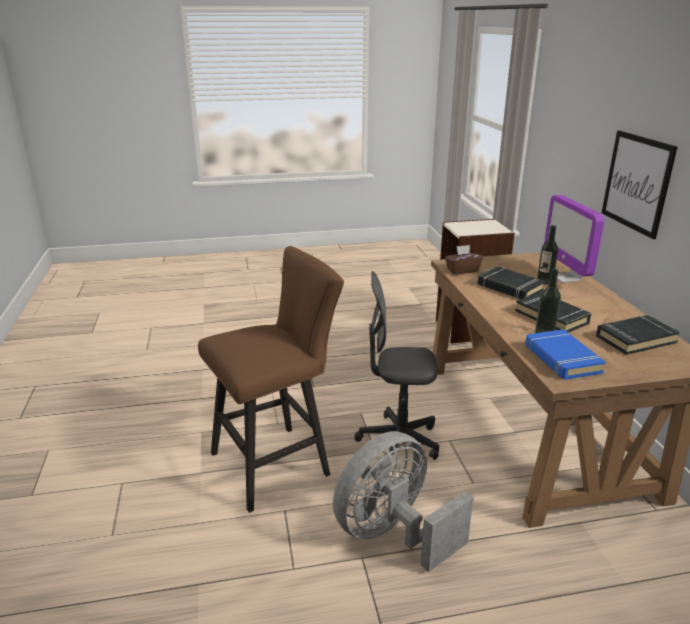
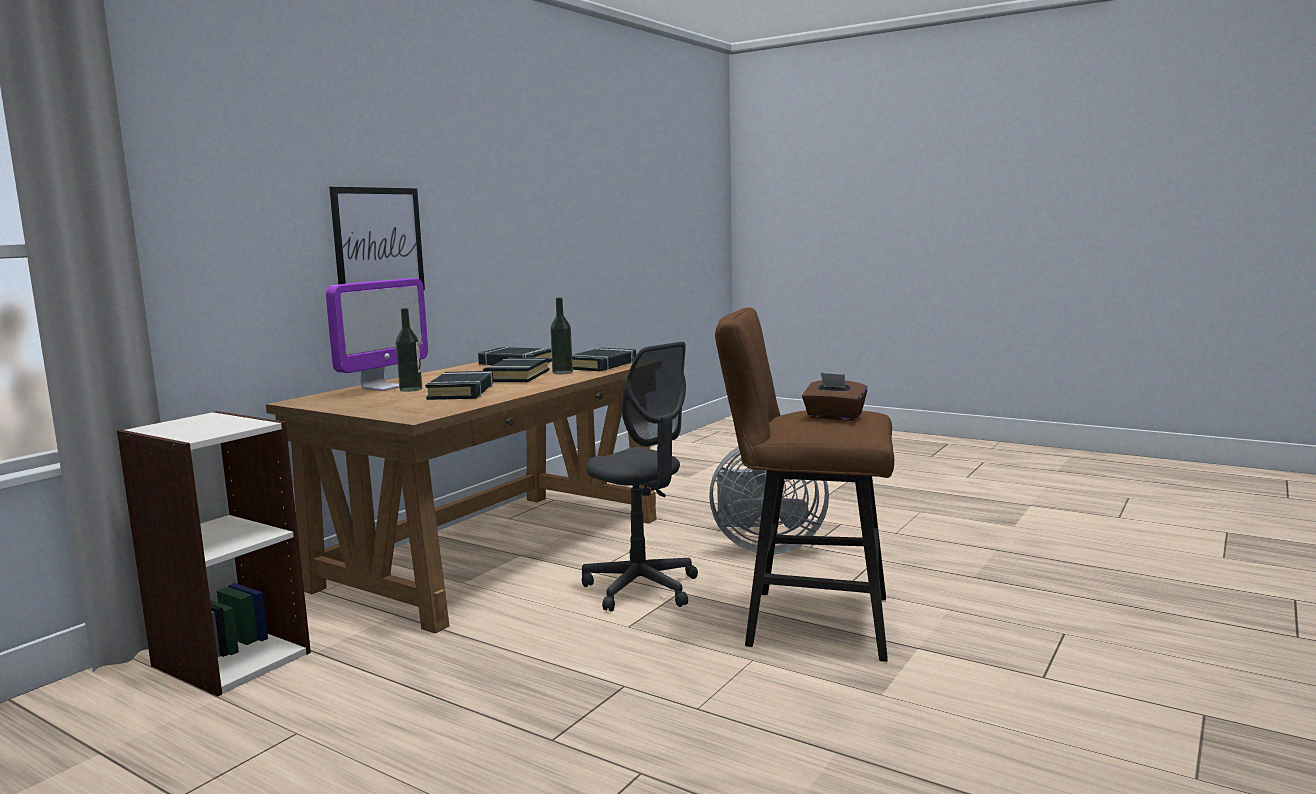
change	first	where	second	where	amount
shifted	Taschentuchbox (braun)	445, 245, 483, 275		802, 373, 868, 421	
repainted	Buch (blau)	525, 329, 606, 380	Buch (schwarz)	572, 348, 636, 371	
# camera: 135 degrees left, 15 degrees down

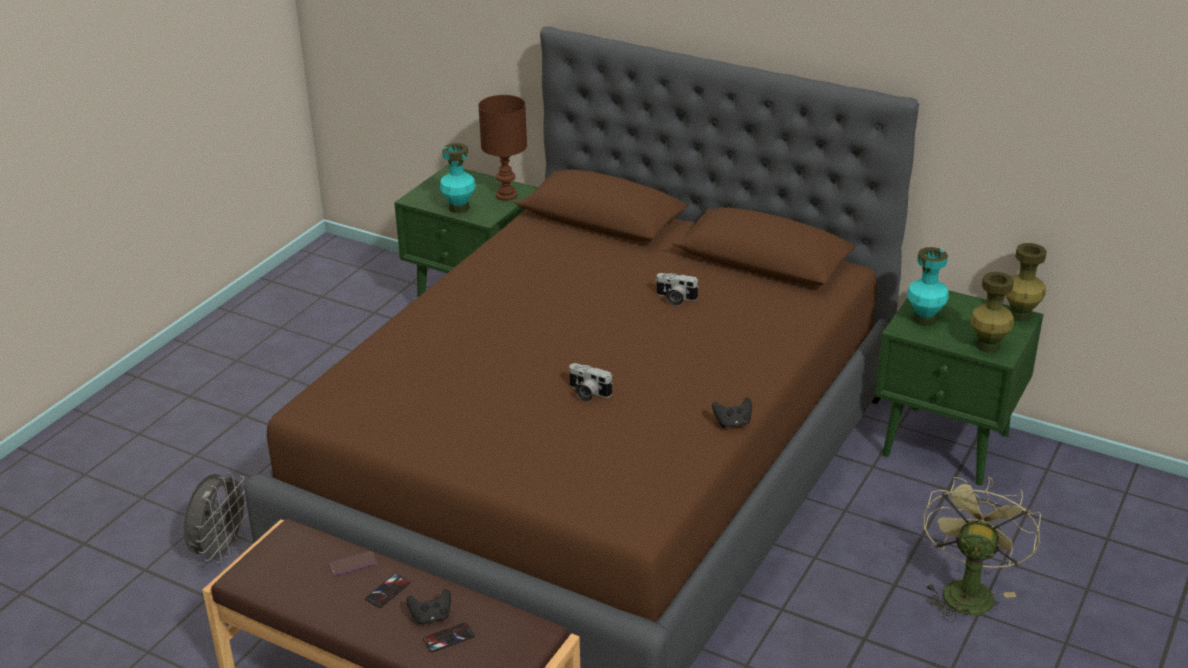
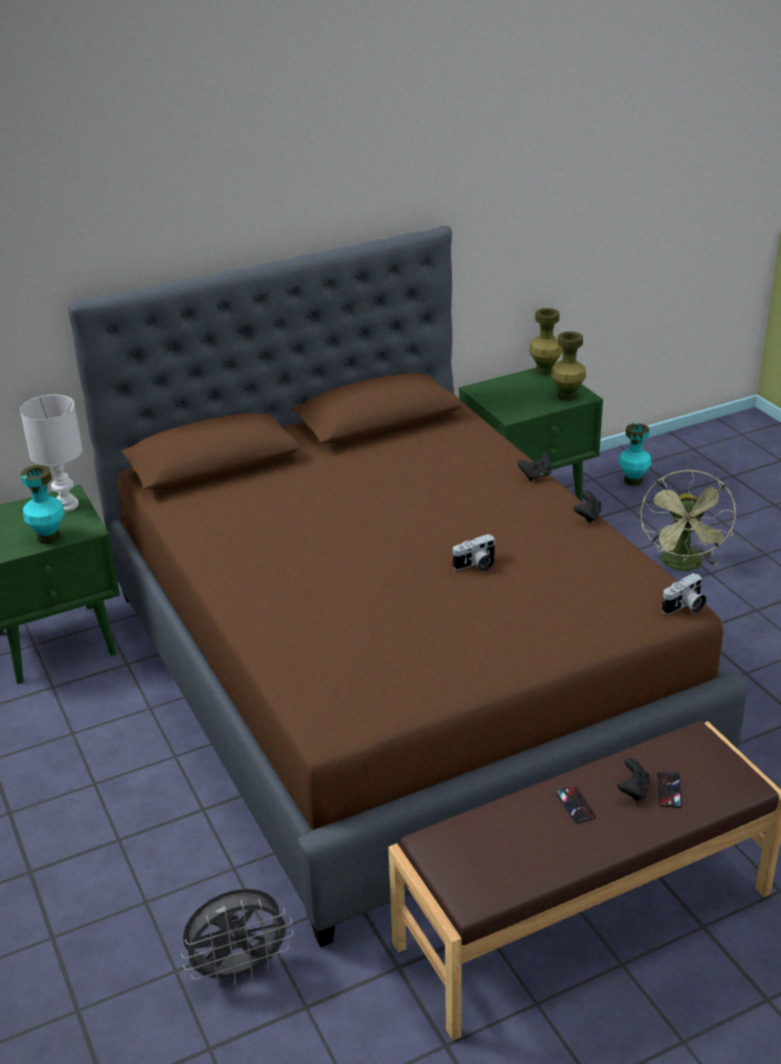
change	first	where	second	where	amount
gone	Handy	329, 551, 377, 576			
new			Gamepad (schwarz)	518, 453, 552, 481	
shifted	Kamera	655, 273, 699, 306		661, 573, 706, 614	
shifted	Vase (türkis)	907, 247, 949, 326		618, 423, 651, 486	
repainted	Tischlampe (braun)	478, 95, 527, 201	Tischlampe (weiß)	20, 395, 82, 512	
rotated	Ventilator (grau)	183, 472, 248, 563		181, 889, 294, 987	105 degrees clockwise
rotated	Ventilator (grün)	923, 476, 1041, 622		640, 470, 736, 571	135 degrees counterclockwise
# camera: 55 degrees left, 0 degrees up

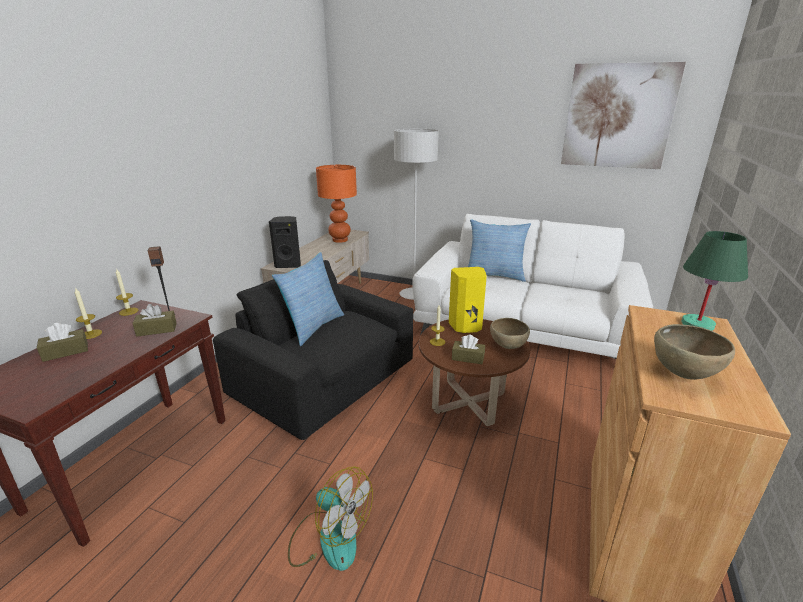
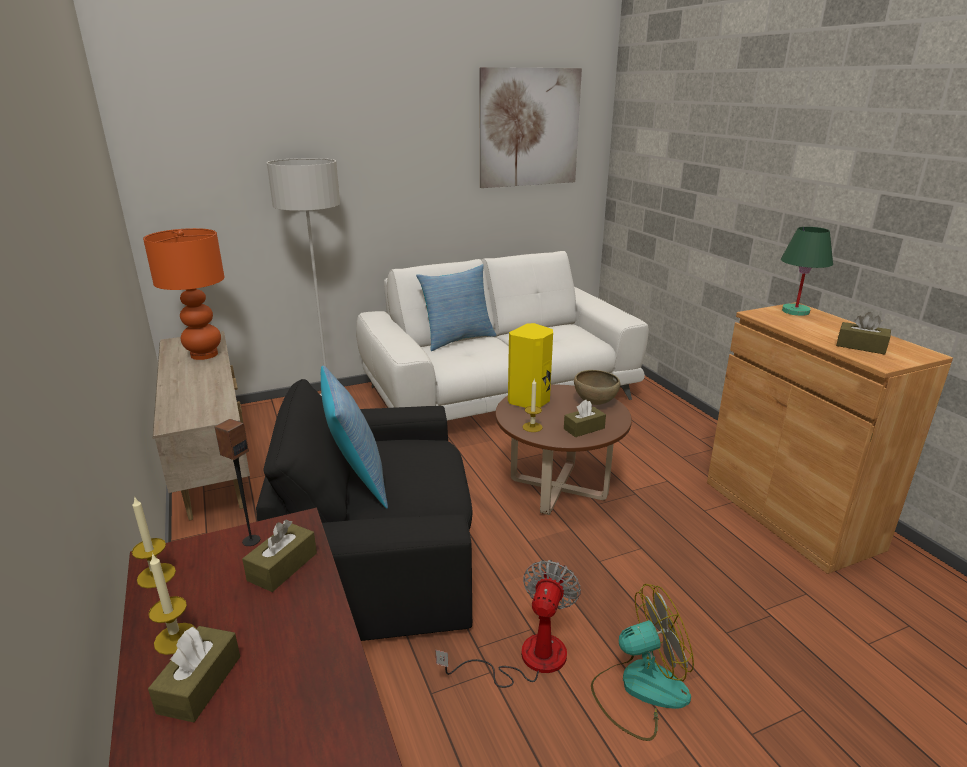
change	first	where	second	where	amount
gone	Lautsprecher (schwarz)	269, 216, 301, 268			
new			Ventilator	436, 560, 581, 688	
swapped	Schüssel (braun)	654, 324, 735, 380	Taschentuchbox (braun)	836, 312, 891, 354	
# camera: 45 degrees left, 0 degrees up

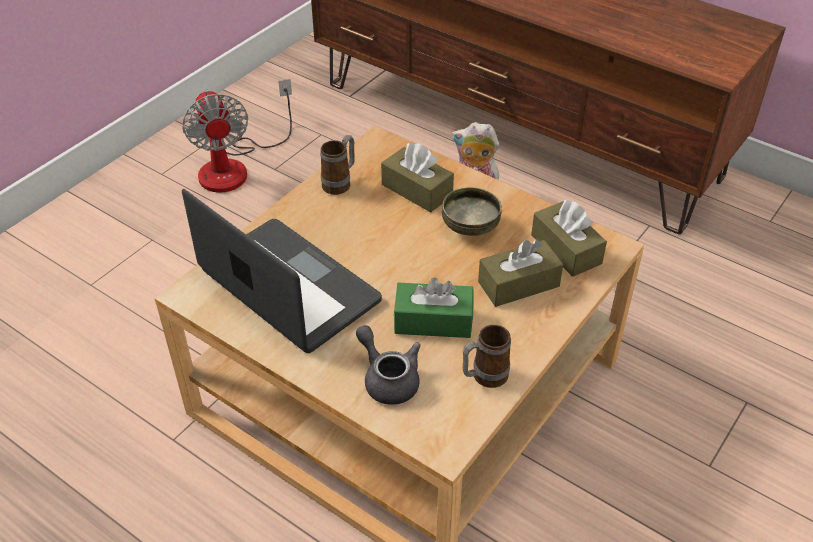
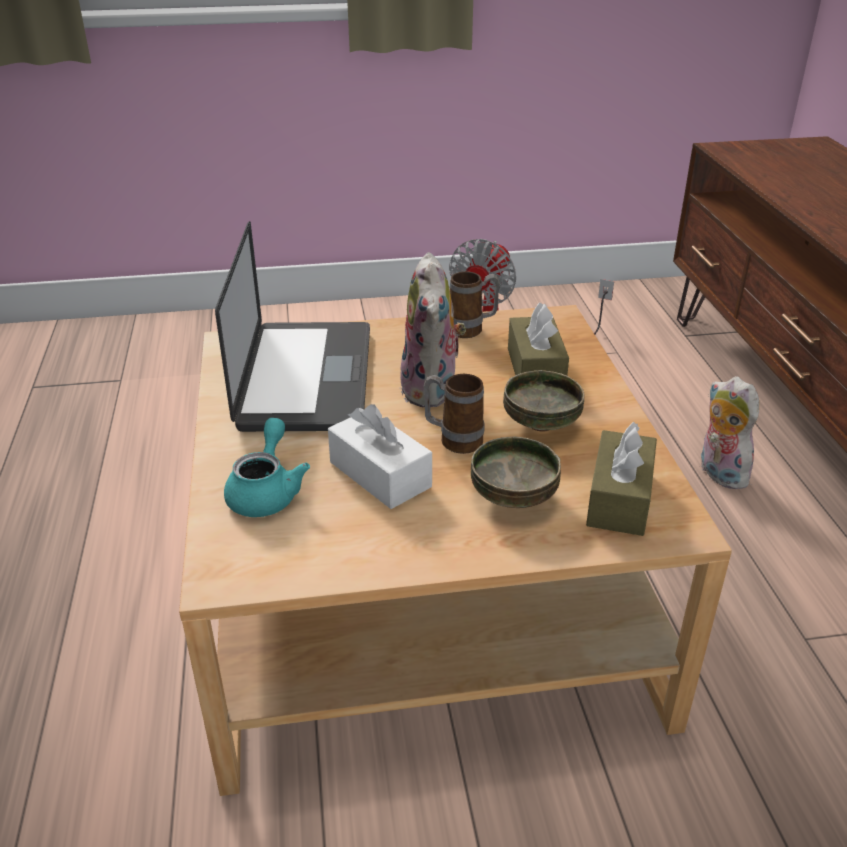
change	first	where	second	where	amount
new			Plüschtier	400, 252, 466, 407	
shifted	Henkelbecher	463, 325, 511, 388		424, 374, 484, 454	
swapped	Taschentuchbox (braun)	478, 239, 563, 307	Schüssel	471, 437, 561, 508	
repainted	Teekanne (grau)	356, 325, 421, 405	Teekanne (türkis)	224, 418, 310, 517	
repainted	Taschentuchbox (grün)	394, 278, 474, 338	Taschentuchbox (weiß)	328, 404, 432, 509	
# camera: 45 degrees right, 10 degrees down

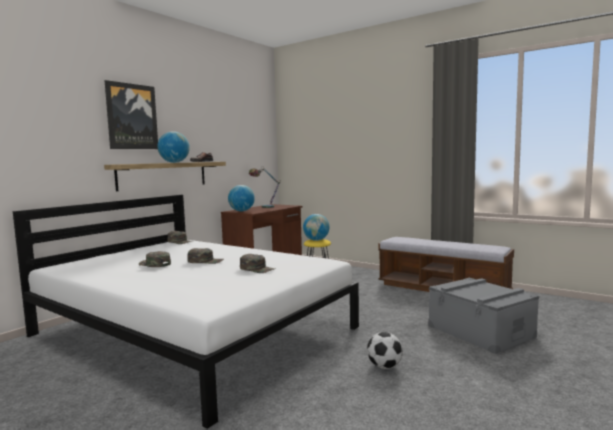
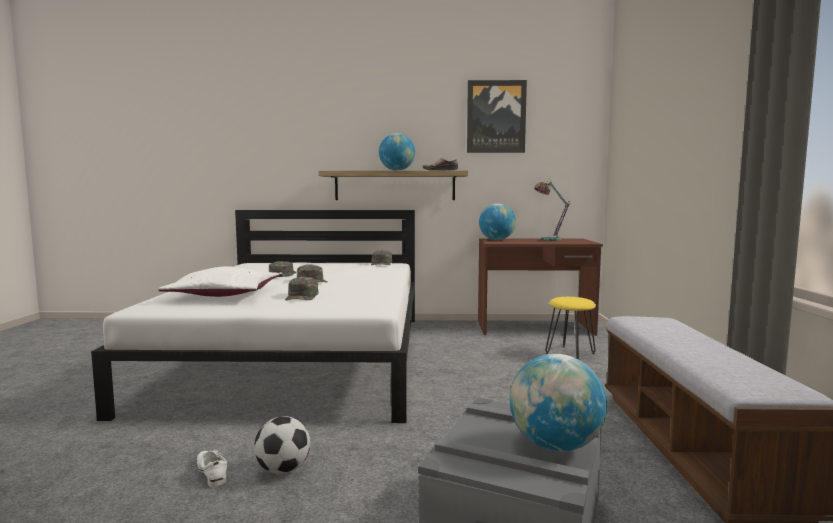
change	first	where	second	where	amount
new			Kissen (weiß)	158, 266, 279, 297	
new			Schuh (weiß)	196, 450, 227, 487	
shifted	Bild	104, 80, 158, 149		467, 80, 527, 153	
shifted	Globus	303, 214, 329, 241		510, 354, 607, 452	
# camera: 55 degrees right, 0 degrees up

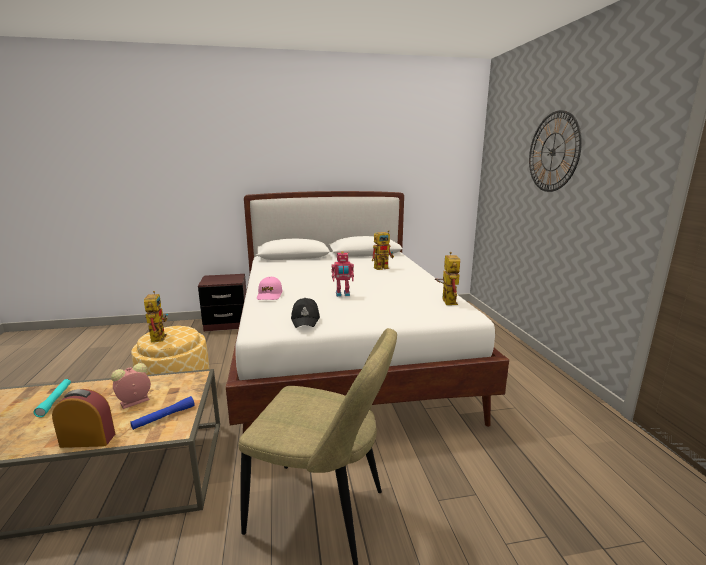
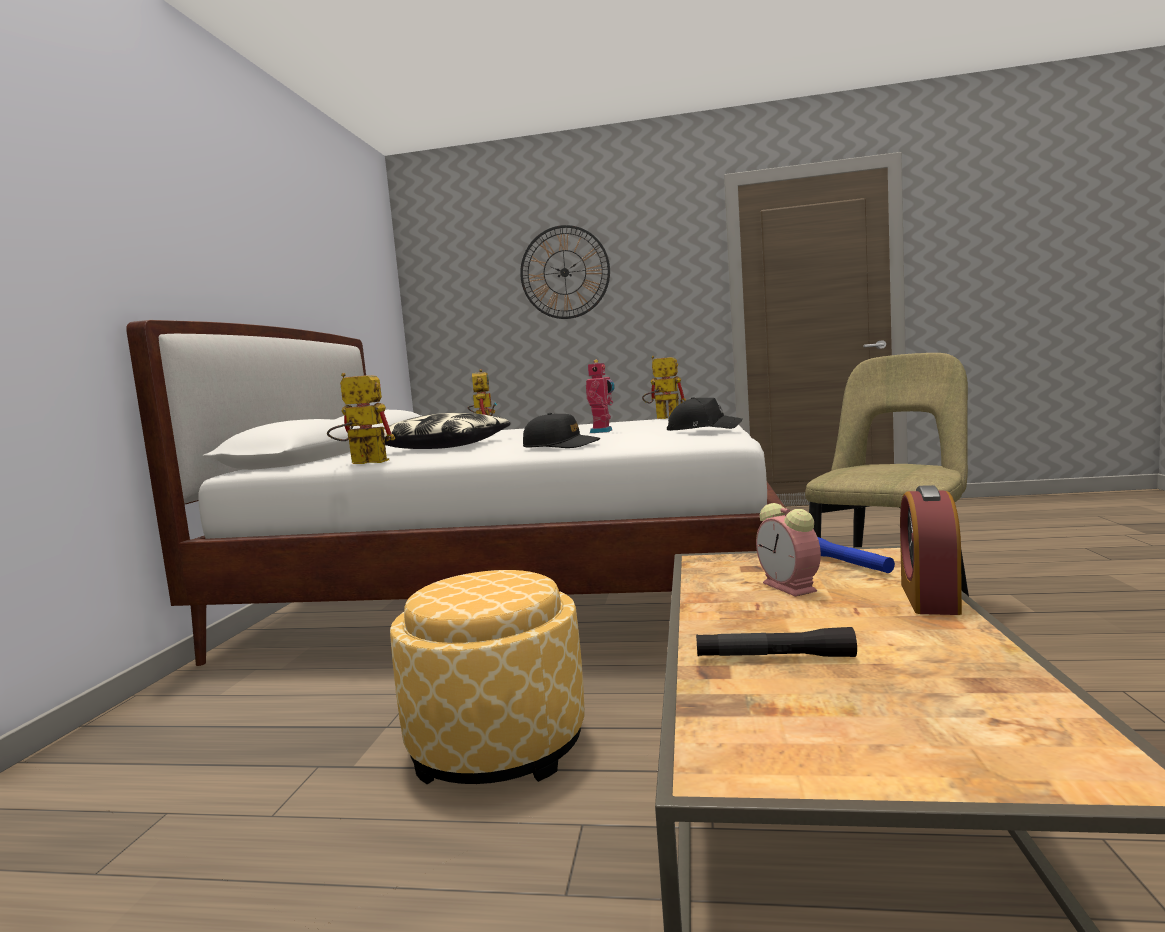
change	first	where	second	where	amount
gone	Nachttisch (braun)	198, 274, 246, 332			
new			Kissen	384, 413, 510, 449	
shifted	Spielzeugroboter	144, 291, 168, 342		327, 373, 395, 464	
repainted	Taschenlampe (türkis)	33, 379, 71, 417	Taschenlampe (schwarz)	696, 627, 857, 657	
repainted	Kappe (rosa)	257, 277, 282, 300	Kappe (schwarz)	523, 413, 600, 448	
# camera: 70 degrees left, 10 degrees down

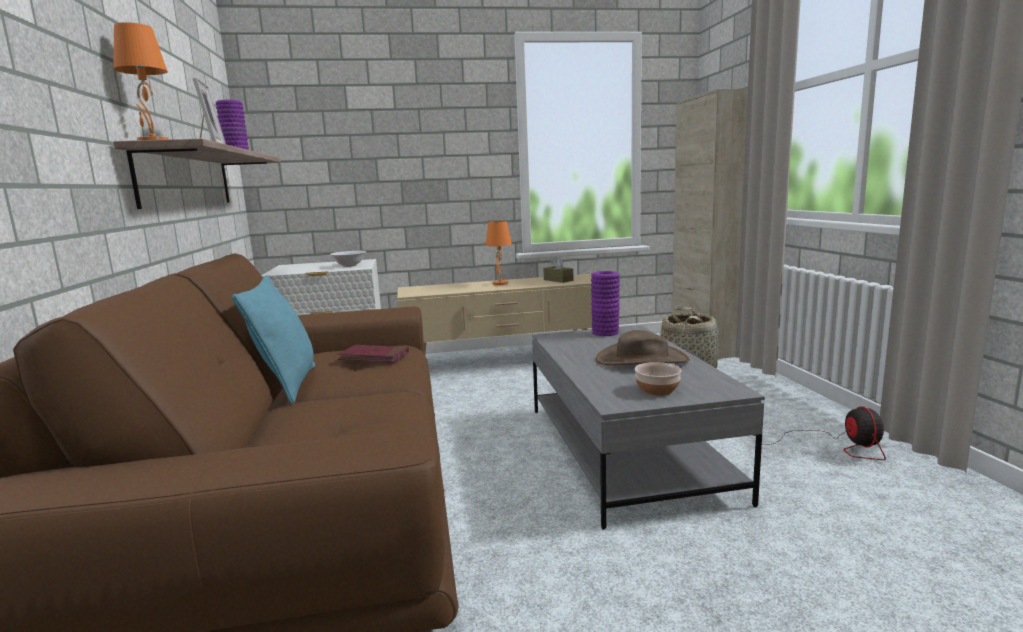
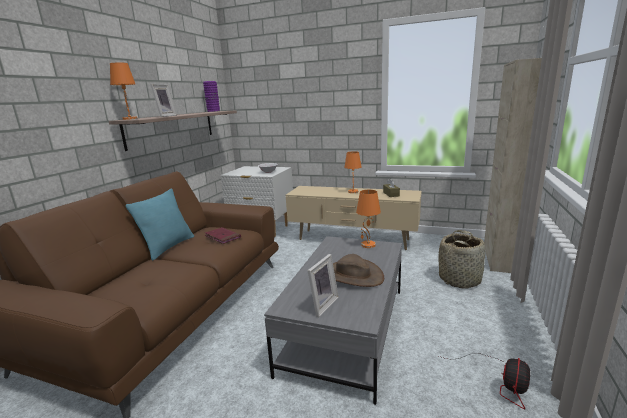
change	first	where	second	where	amount
swapped	Vase (lila)	591, 271, 620, 336	Tischlampe (orange)	356, 190, 381, 248	
swapped	Schüssel	635, 362, 682, 396	Bilderrahmen	307, 254, 339, 317	
# camera: 30 degrees right, 5 degrees up

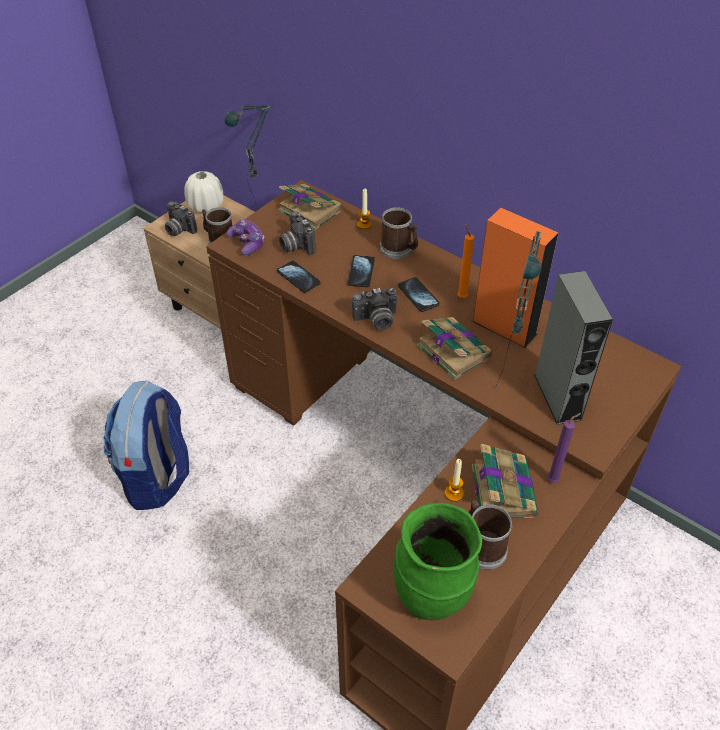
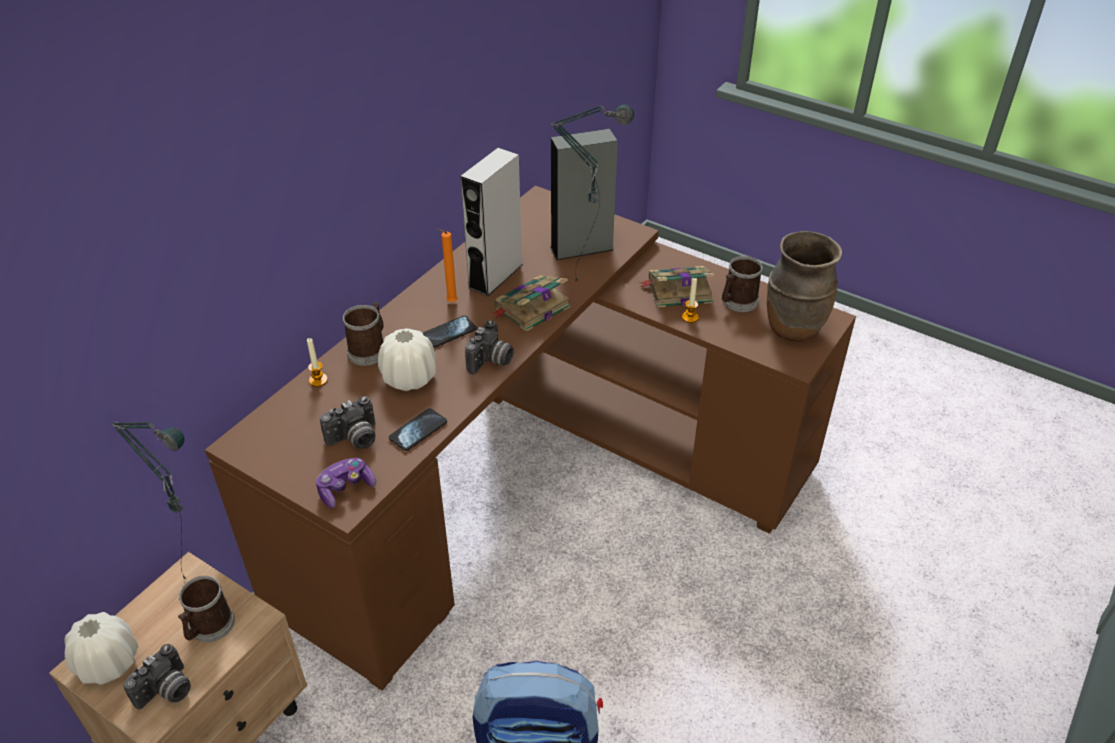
change	first	where	second	where	amount
gone	Buch	278, 184, 342, 231			
gone	Kerze (lila)	547, 413, 581, 483			
swapped	Handy	348, 255, 375, 287	Vase (weiß)	378, 329, 436, 391	
repainted	Vase (grün)	394, 503, 482, 621	Vase (braun)	767, 231, 842, 342	
repainted	Lautsprecher (orange)	472, 208, 559, 348	Lautsprecher (grau)	460, 148, 523, 296	
rotated	Kamera	352, 287, 397, 330		465, 320, 514, 374	45 degrees clockwise
# camera: 95 degrees left, 5 degrees down

